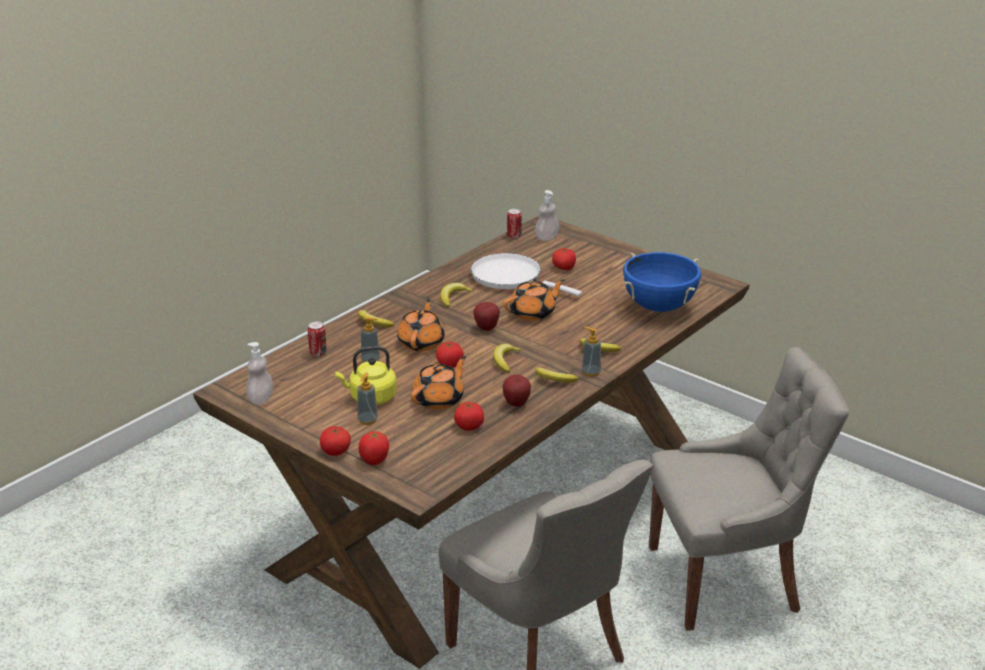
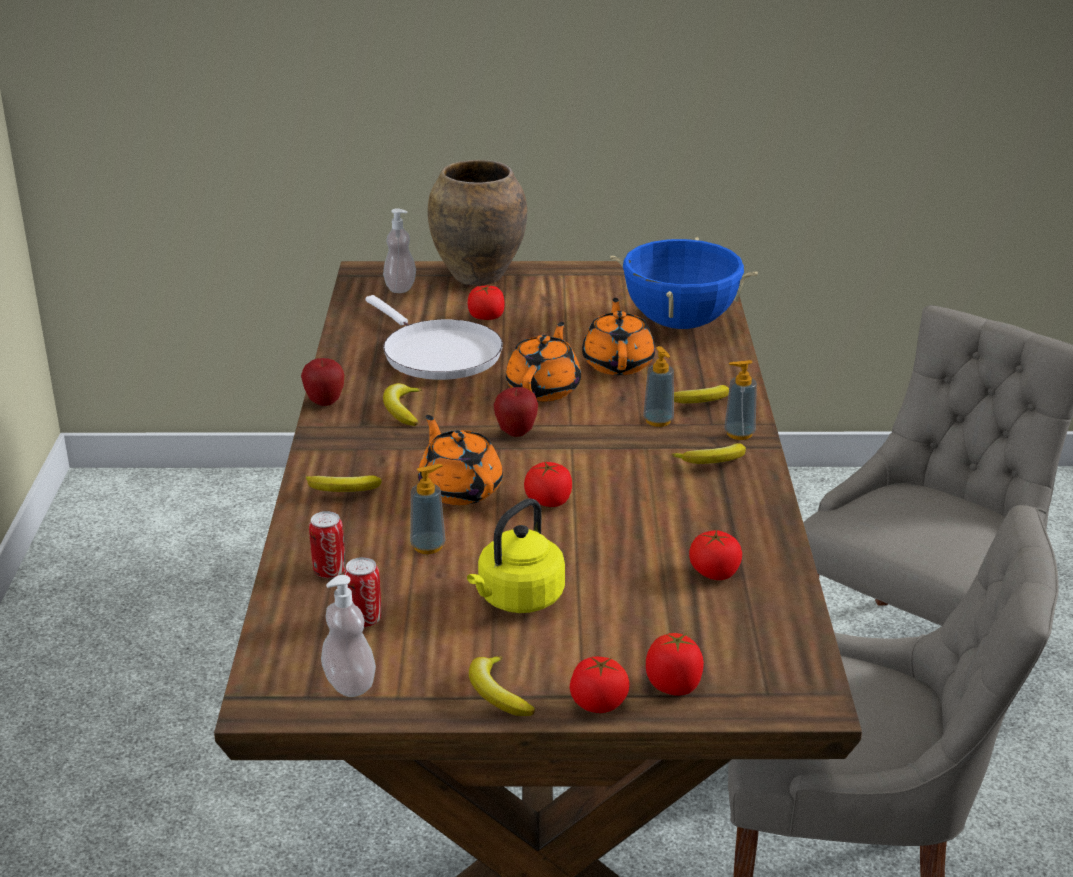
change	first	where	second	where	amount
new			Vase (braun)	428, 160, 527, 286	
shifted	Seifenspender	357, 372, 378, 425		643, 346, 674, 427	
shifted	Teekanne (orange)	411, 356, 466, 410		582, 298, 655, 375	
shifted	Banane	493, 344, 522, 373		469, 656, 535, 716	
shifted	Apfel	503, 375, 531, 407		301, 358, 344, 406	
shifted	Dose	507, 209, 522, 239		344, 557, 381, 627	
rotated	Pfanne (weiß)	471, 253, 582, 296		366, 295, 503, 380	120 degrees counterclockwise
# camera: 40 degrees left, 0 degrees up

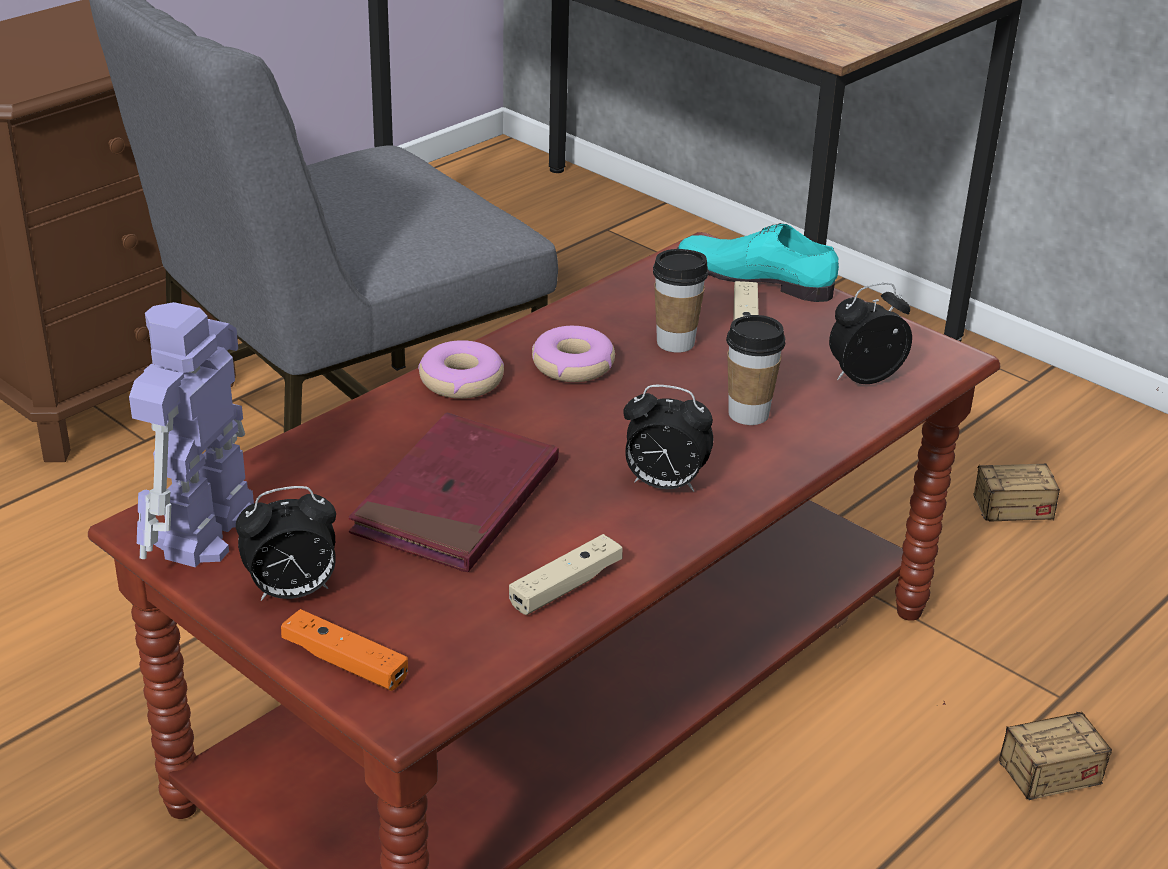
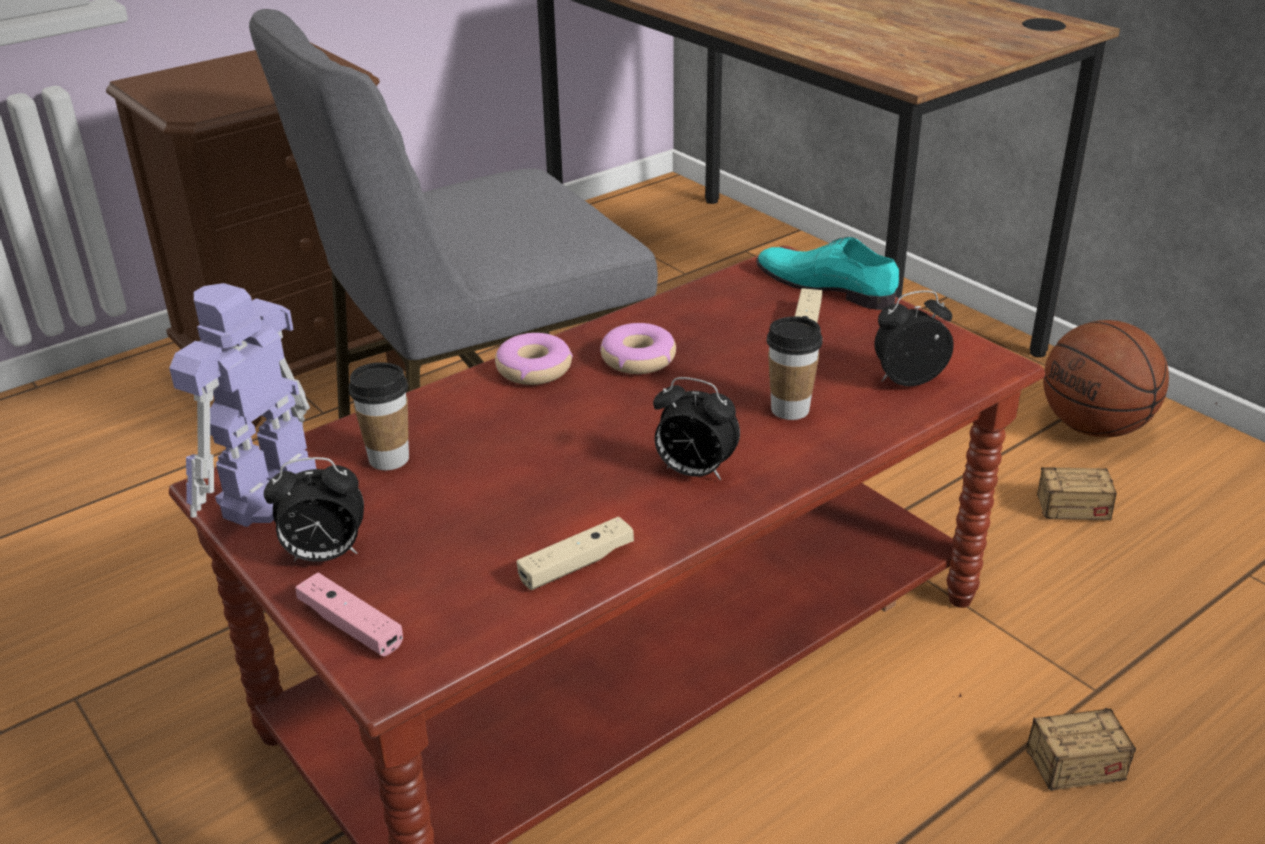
change	first	where	second	where	amount
gone	Buch (rot)	349, 413, 559, 572			
new			Basketball	1043, 320, 1169, 438	
shifted	Tasse	653, 249, 708, 353		349, 362, 409, 470	
repainted	Gamepad (orange)	281, 609, 408, 691	Gamepad (rosa)	295, 573, 403, 657	
# camera: 10 degrees right, 0 degrees up

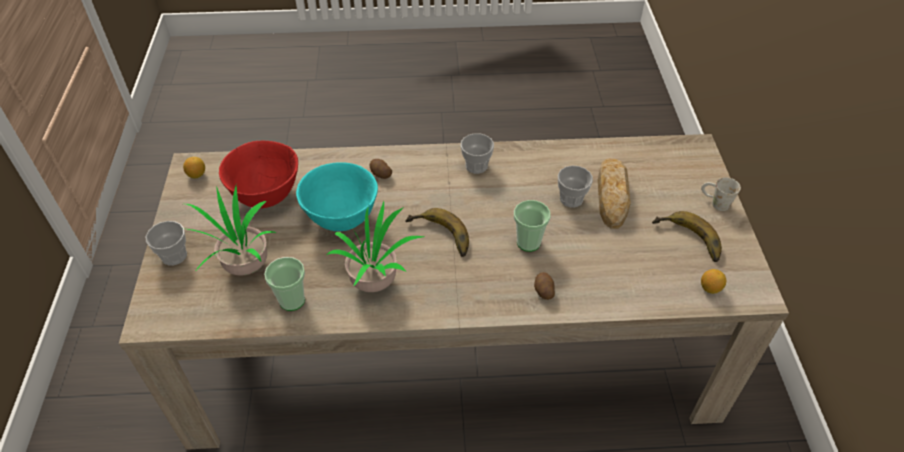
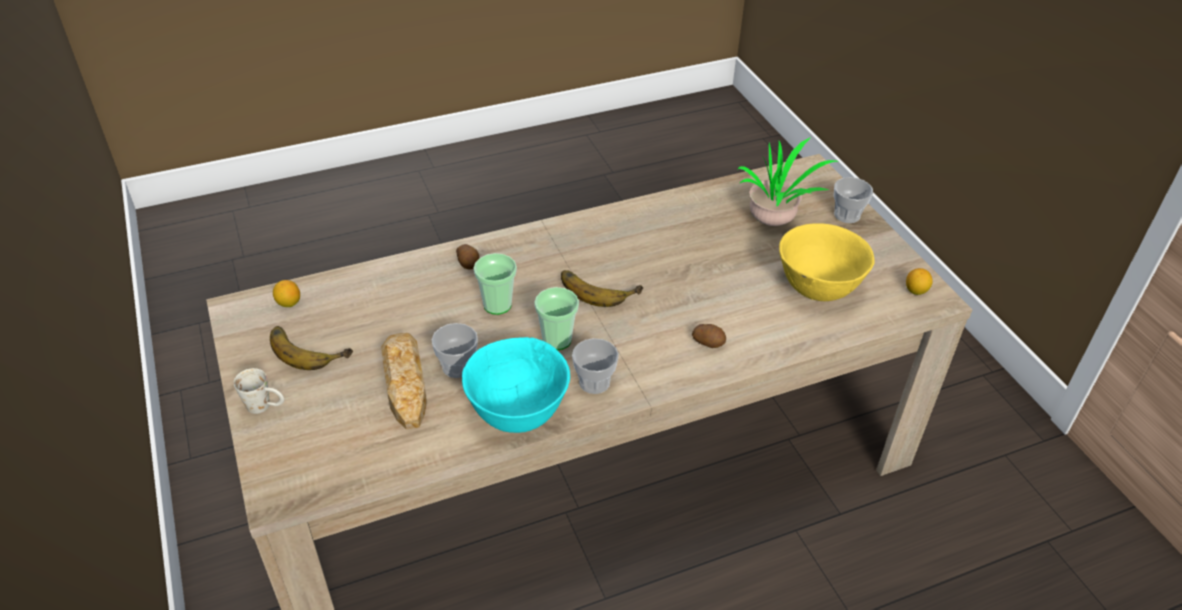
change	first	where	second	where	amount
gone	Topfpflanze	327, 201, 424, 292			
shifted	Tasse	264, 257, 305, 311		534, 287, 579, 350	
shifted	Schüssel (türkis)	296, 162, 378, 231		462, 337, 570, 433	
repainted	Schüssel (rot)	219, 140, 298, 208	Schüssel (gelb)	779, 223, 875, 301	
# camera: 160 degrees right, 5 degrees down

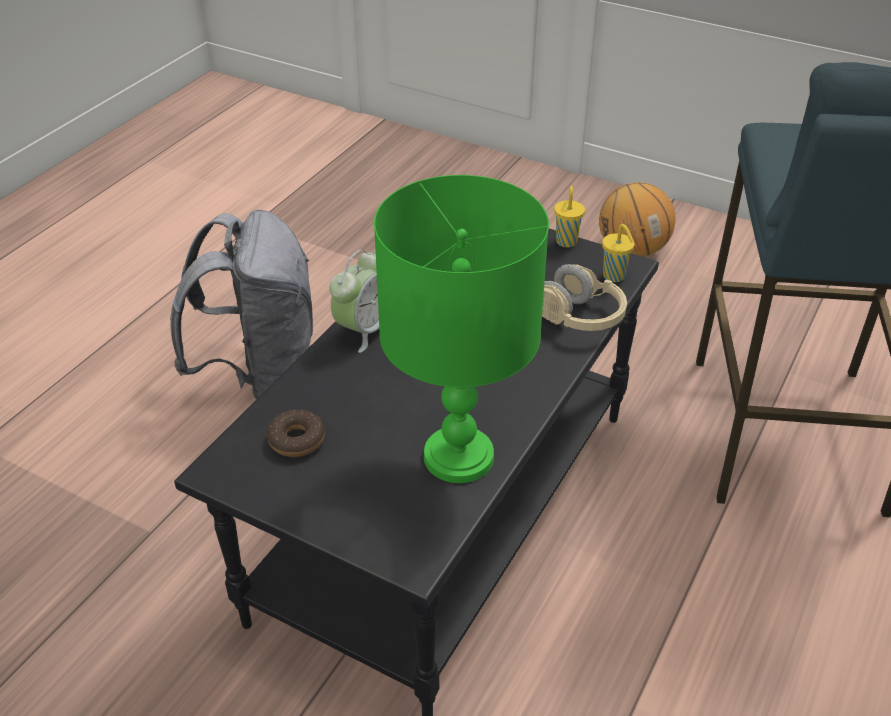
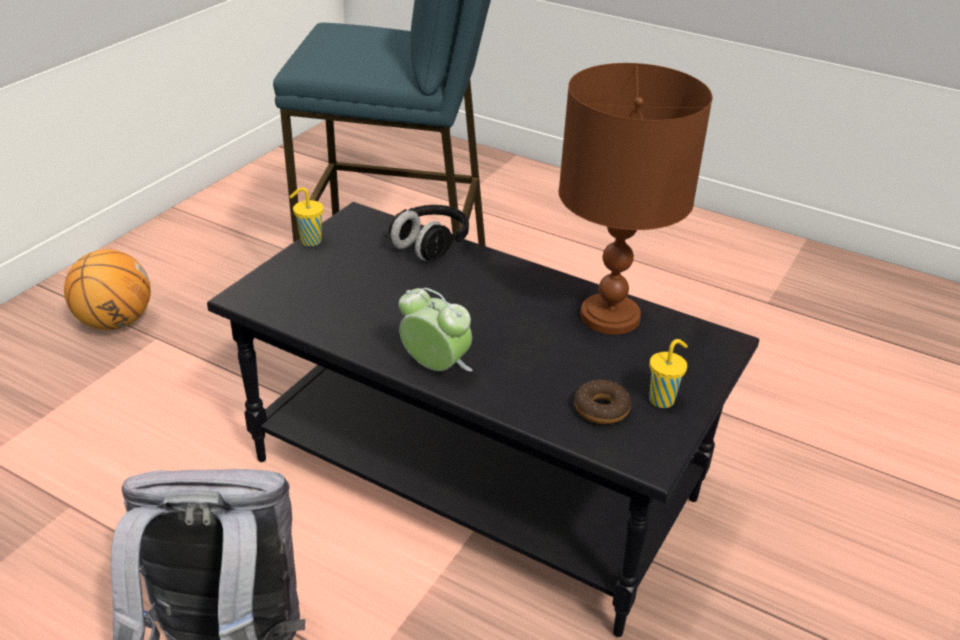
change	first	where	second	where	amount
shifted	Tasse (gelb)	602, 224, 635, 282		649, 339, 688, 408	
repainted	Tischlampe (grün)	374, 175, 549, 483	Tischlampe (braun)	558, 63, 713, 335	
repainted	Kopfhörer (beige)	542, 264, 627, 331	Kopfhörer (schwarz)	385, 205, 469, 261	
# camera: 90 degrees left, 5 degrees down

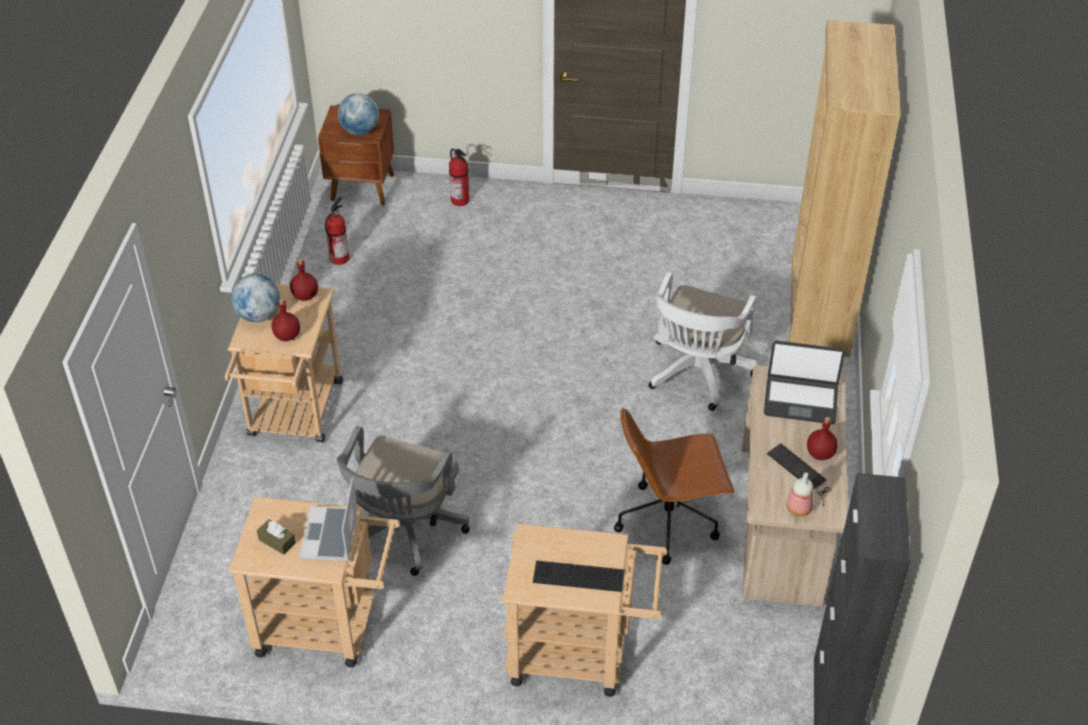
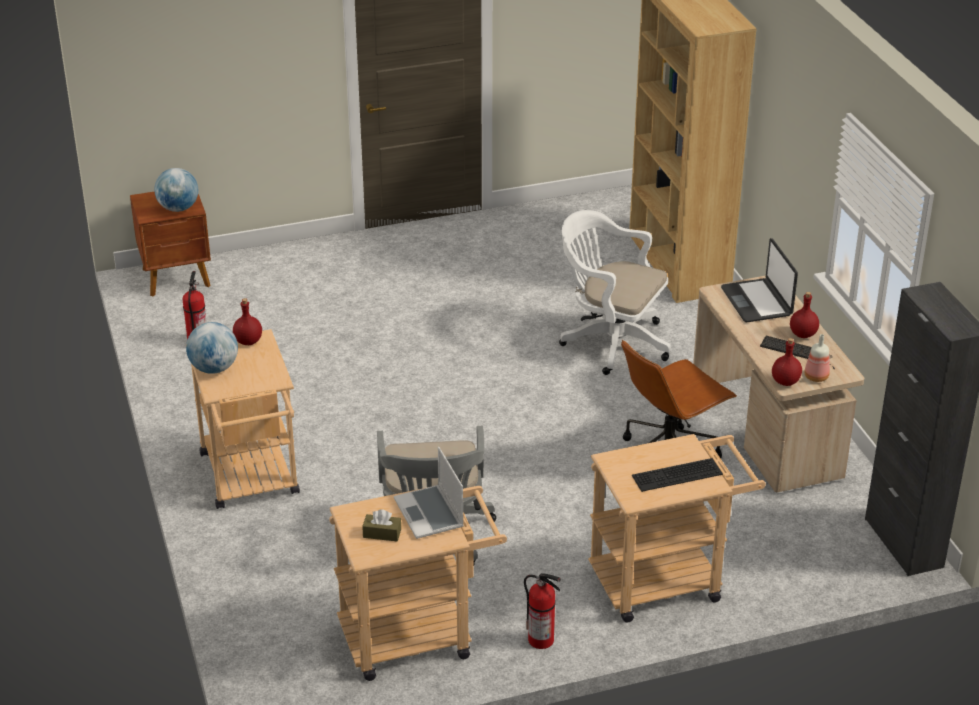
change	first	where	second	where	amount
shifted	Flasche (rot)	272, 299, 300, 341		772, 338, 802, 386	
shifted	Feuerlöscher	449, 149, 470, 206		524, 573, 561, 649	
rotated	Bürostuhl (weiß)	649, 272, 758, 411		559, 210, 671, 375	120 degrees clockwise
rotated	Laptop	764, 341, 845, 424		721, 238, 798, 322	90 degrees clockwise
# camera: 25 degrees left, 10 degrees down

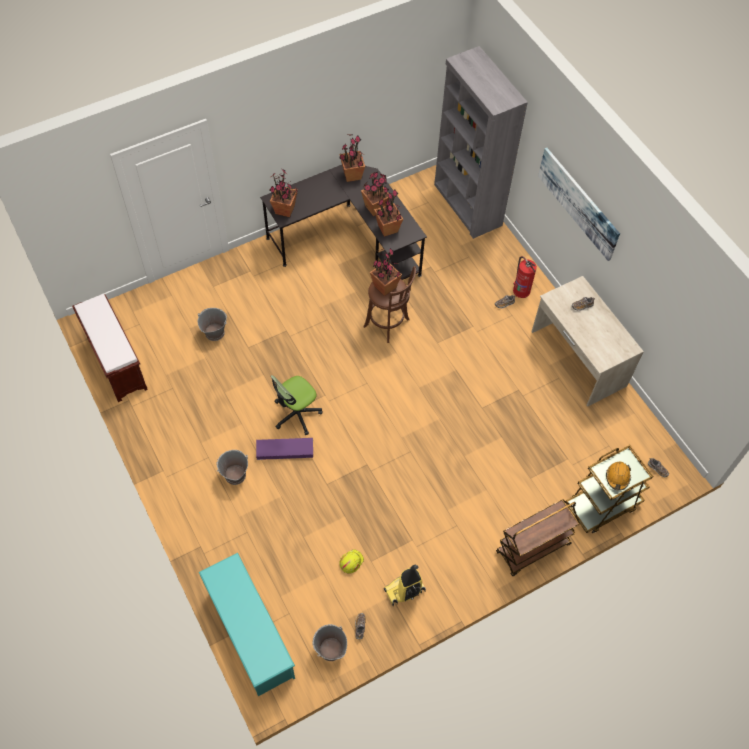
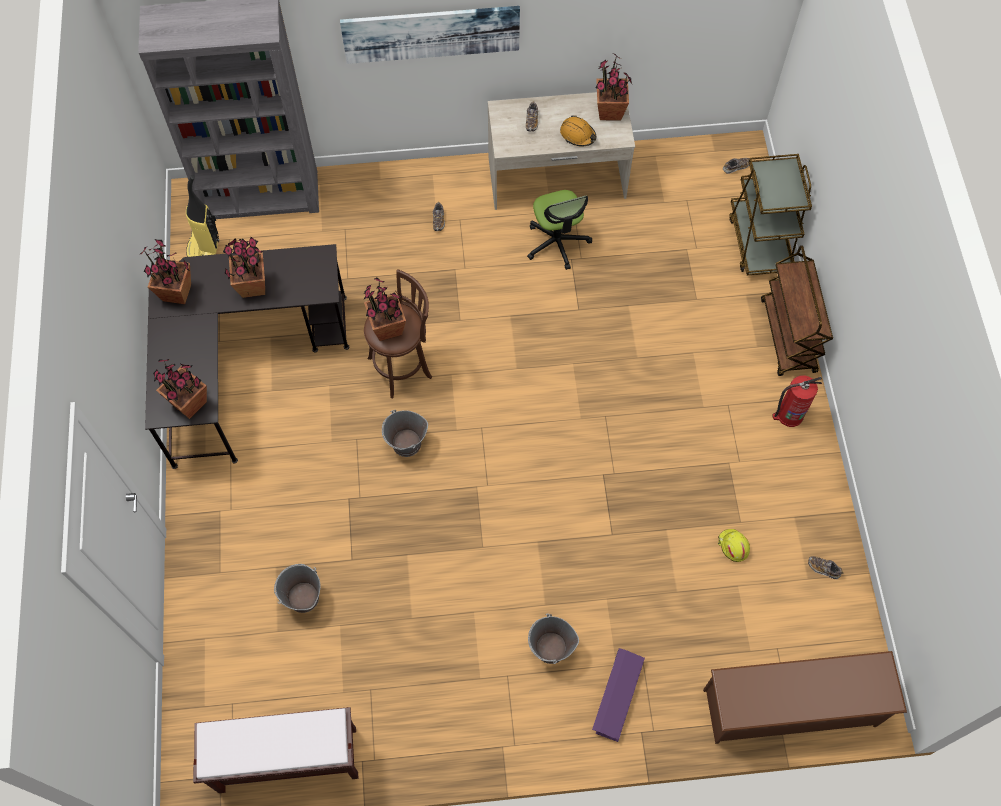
change	first	where	second	where	amount
shifted	Aufbewahrungsbox (lila)	256, 438, 313, 460		592, 648, 645, 742	
shifted	Bürostuhl	271, 375, 323, 435		527, 190, 592, 270	
shifted	Eimer (grau)	313, 624, 347, 661		382, 410, 428, 457	
shifted	Topfpflanze	374, 189, 403, 237		595, 54, 631, 120	
shifted	Staubsauger	384, 565, 426, 606		186, 175, 220, 257	
shifted	Feuerlöscher	513, 256, 537, 298		772, 375, 822, 427	
shifted	Schutzhelm (orange)	606, 462, 631, 491		560, 115, 596, 147	
repainted	Schuhregal (türkis)	199, 553, 295, 696	Schuhregal (braun)	703, 651, 907, 744	
# camera: 65 degrees left, 5 degrees up

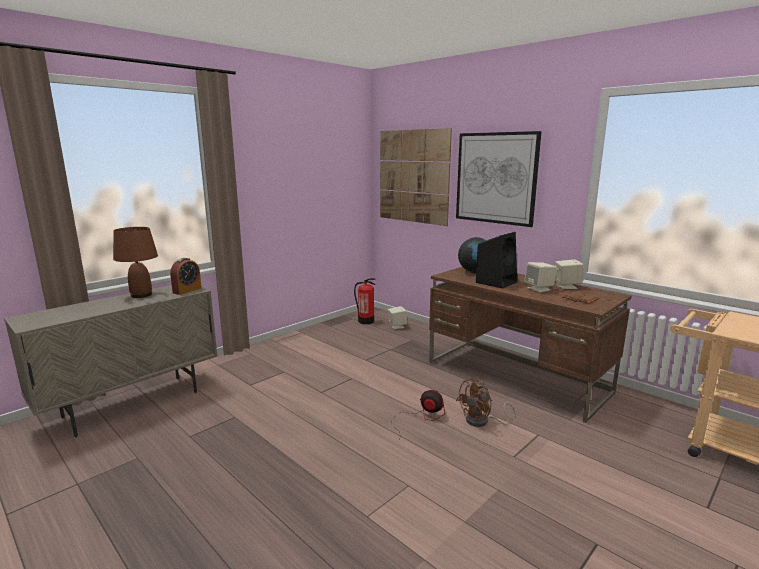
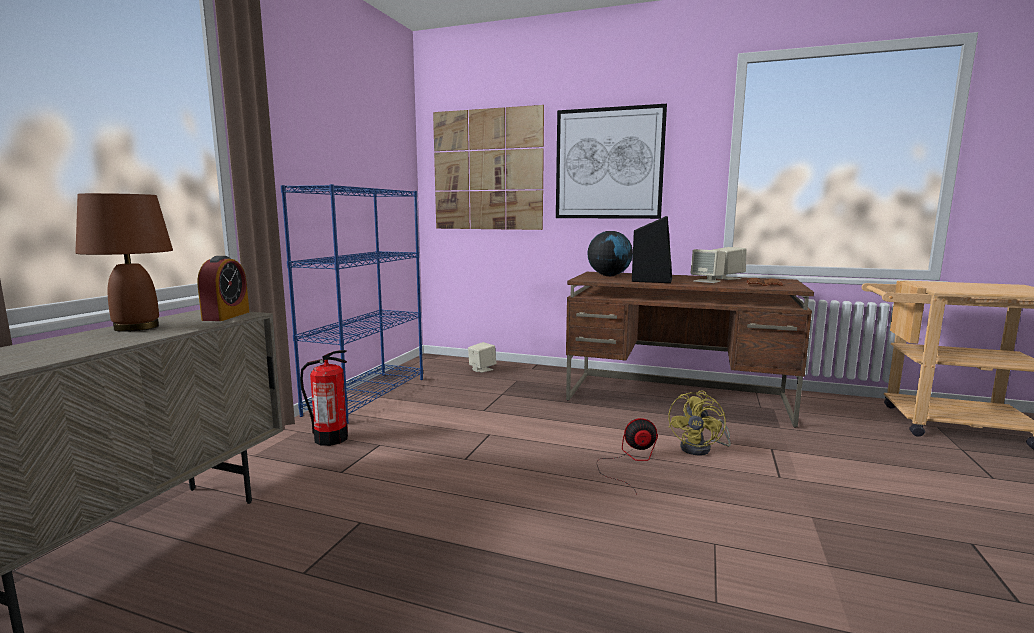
change	first	where	second	where	amount
new			Bücherregal (blau)	281, 184, 423, 424	
shifted	Feuerlöscher	354, 278, 375, 324		300, 350, 348, 446	
repainted	Ventilator (braun)	456, 379, 516, 427	Ventilator (gelb)	668, 391, 731, 456	
# camera: 25 degrees left, 5 degrees down

